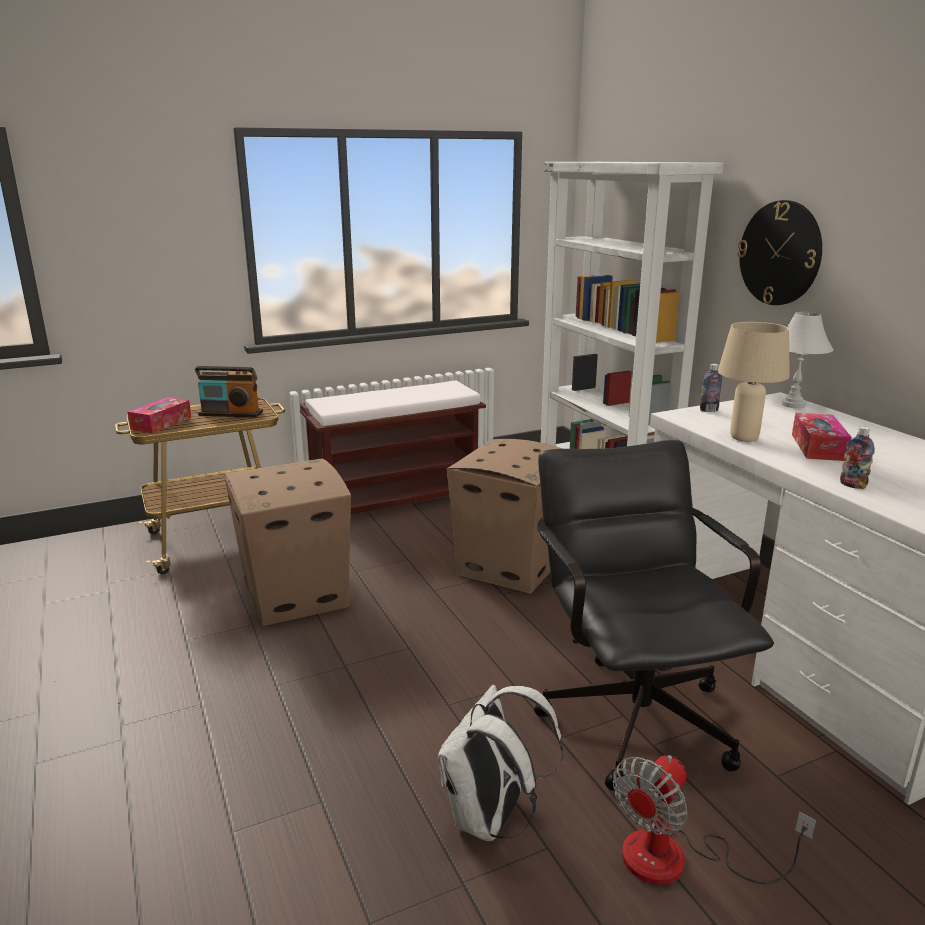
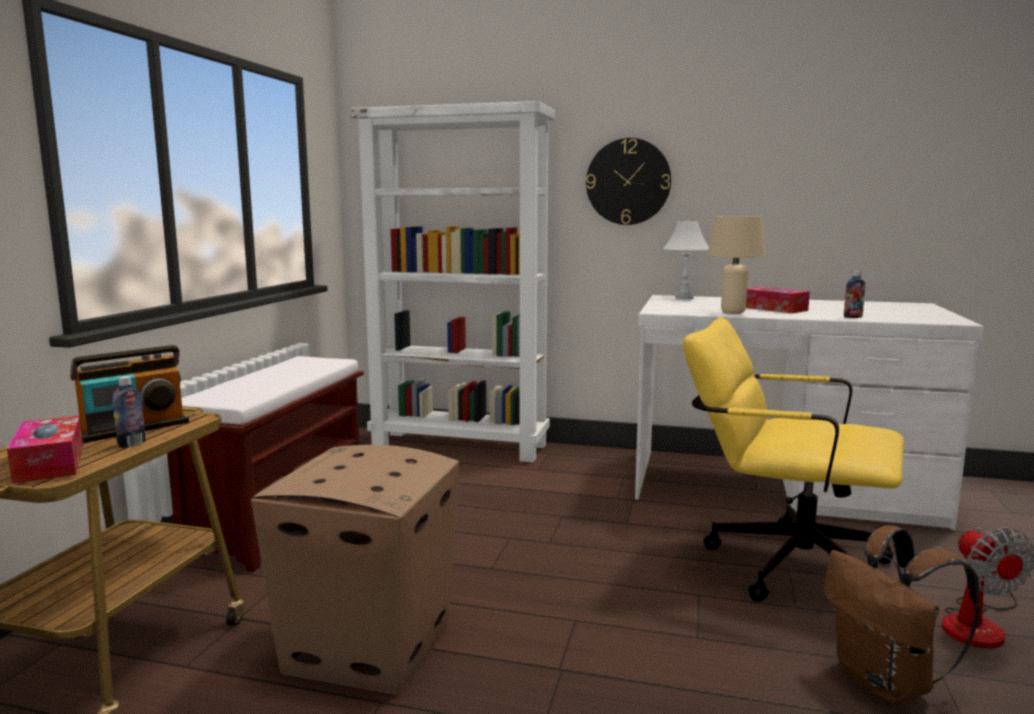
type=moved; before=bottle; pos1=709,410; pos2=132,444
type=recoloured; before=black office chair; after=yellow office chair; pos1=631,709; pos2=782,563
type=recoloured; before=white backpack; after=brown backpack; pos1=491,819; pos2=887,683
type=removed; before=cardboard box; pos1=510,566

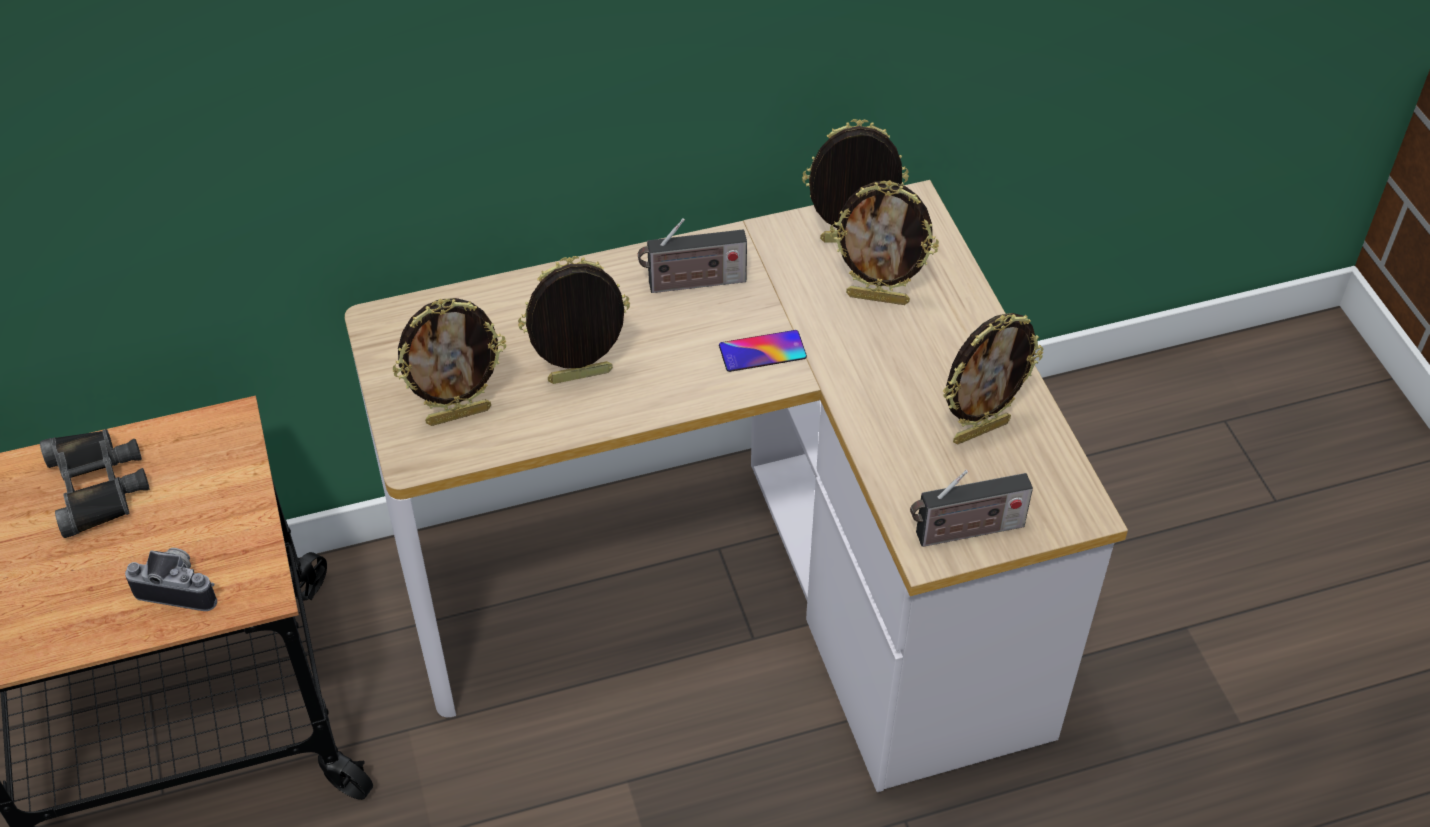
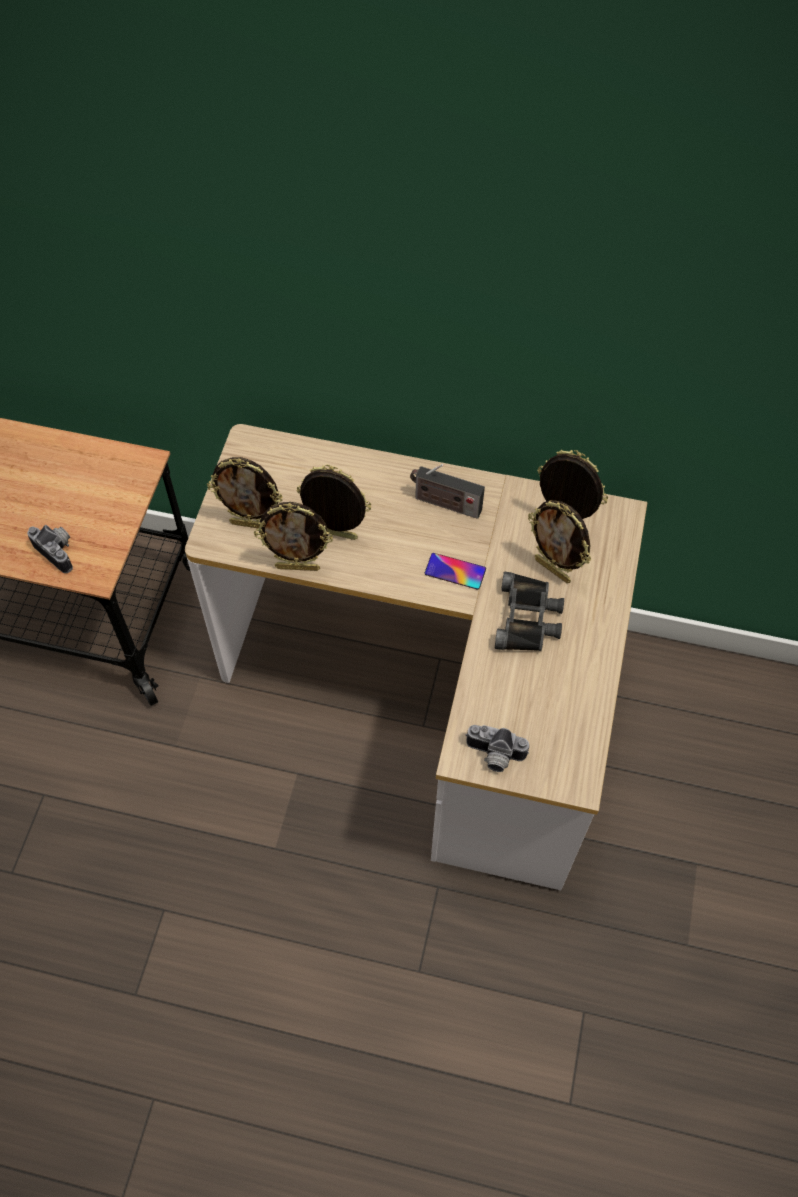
type=moved; before=picture frame; pos1=980,430; pos2=298,567
type=replaced; before=radio; after=photo camera; pos1=965,532; pos2=494,756
type=moved; before=black binoculars; pos1=98,485; pos2=528,618

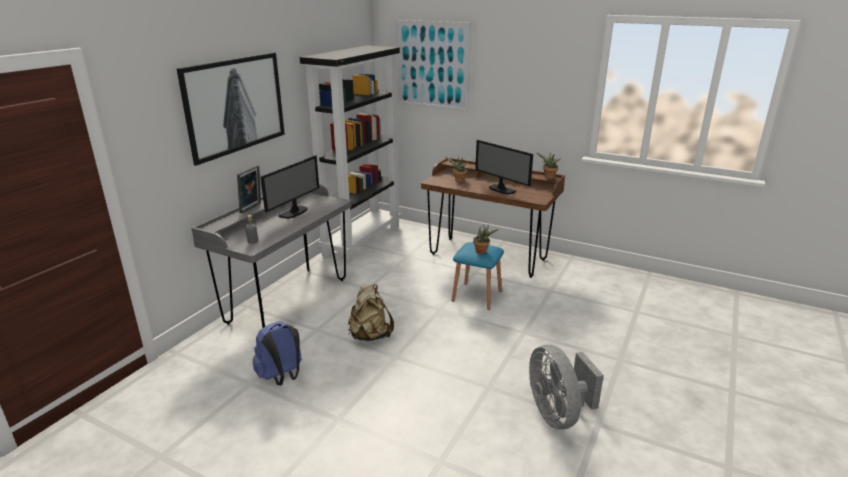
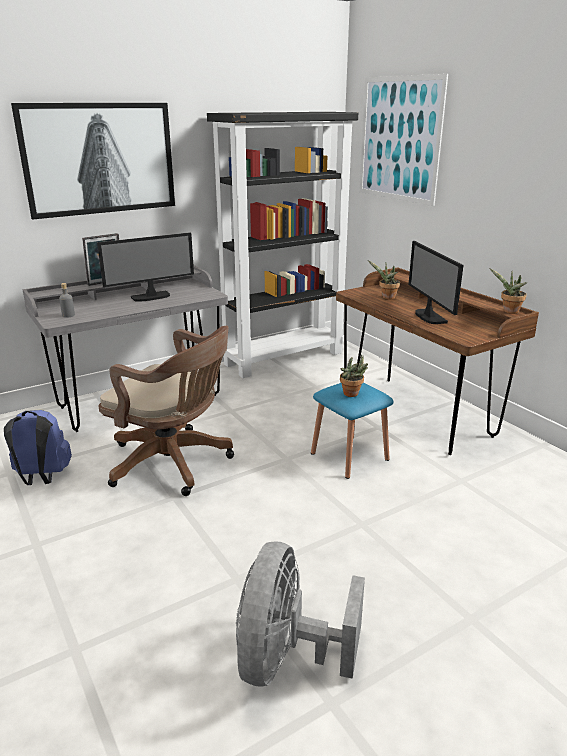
type=replaced; before=beige backpack; after=brown office chair; pos1=370,335; pos2=175,463

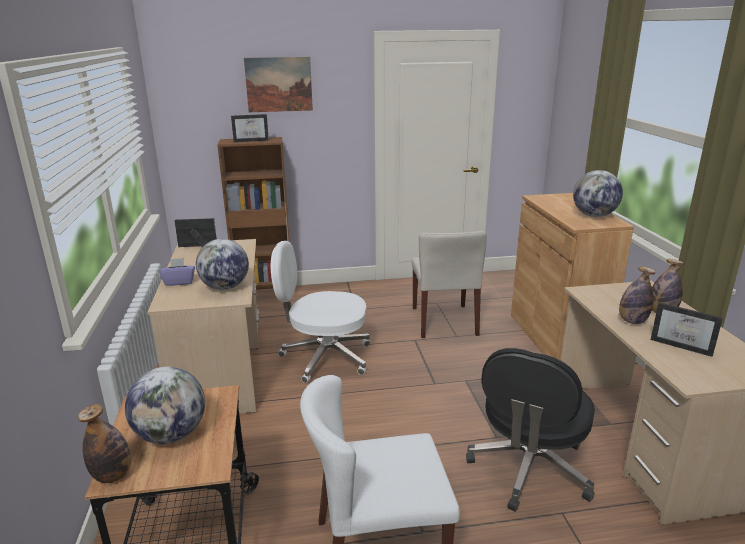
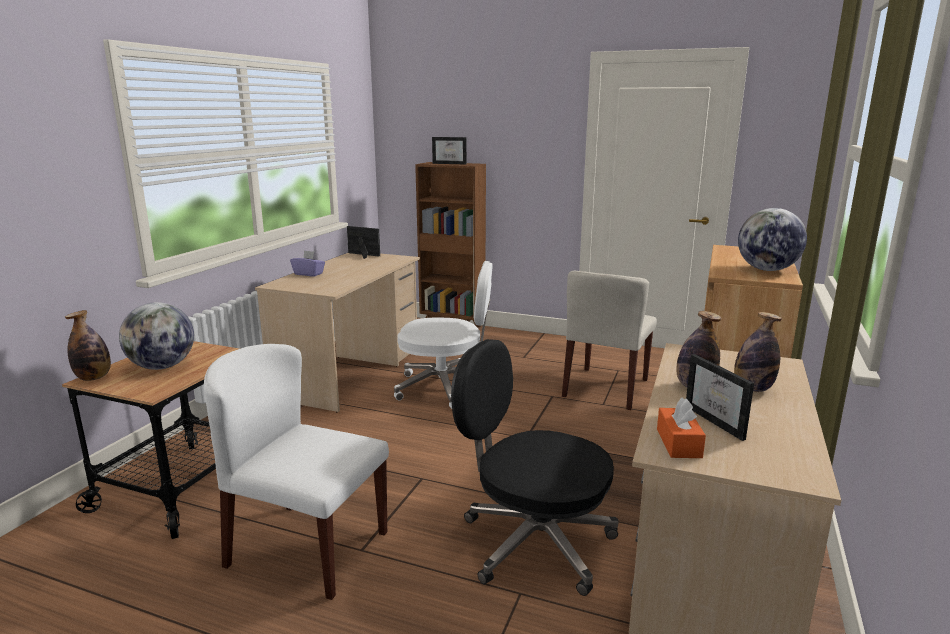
type=turned; before=white office chair; pos1=324,357; pos2=446,388; turn=150
type=turned; before=black office chair; pos1=529,469; pos2=534,542; turn=60
type=added; after=orange tissue box; pos2=678,443
type=removed; before=globe; pos1=225,287
type=removed; before=picture; pos1=279,84

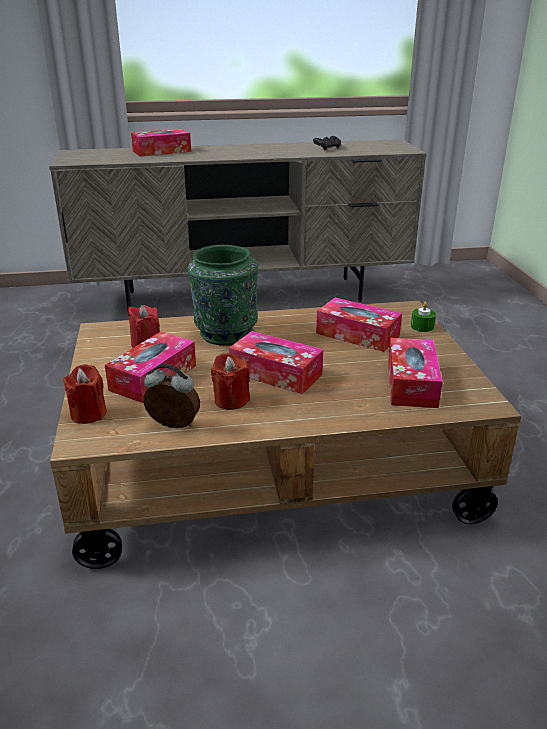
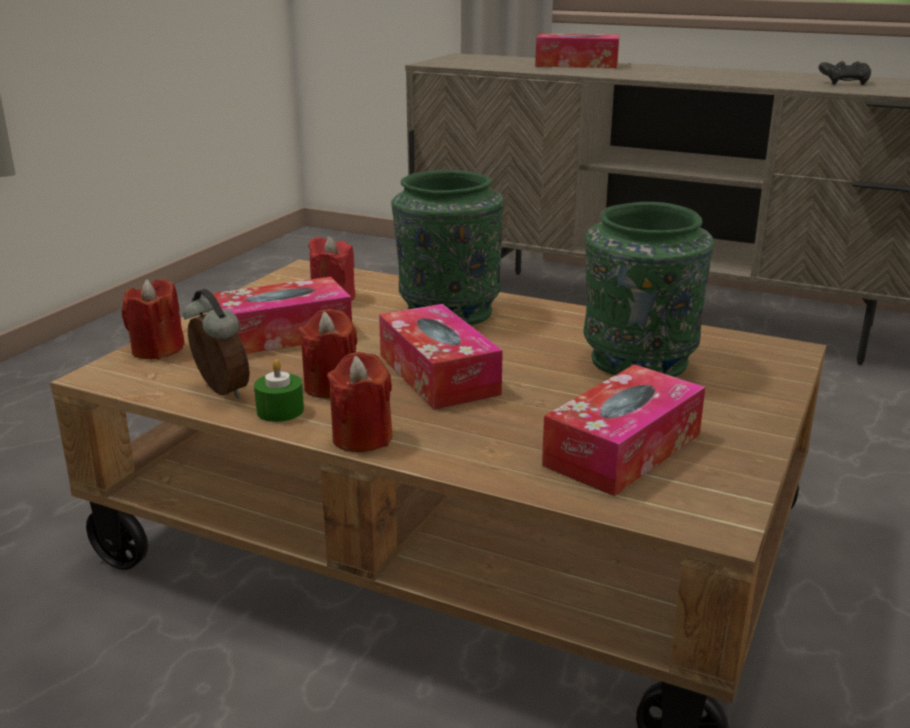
type=moved; before=green candle; pos1=422,326; pos2=280,410
type=added; after=red candle; pos2=362,438
type=replaced; before=tissue box; after=green vase; pos1=357,335; pos2=638,362

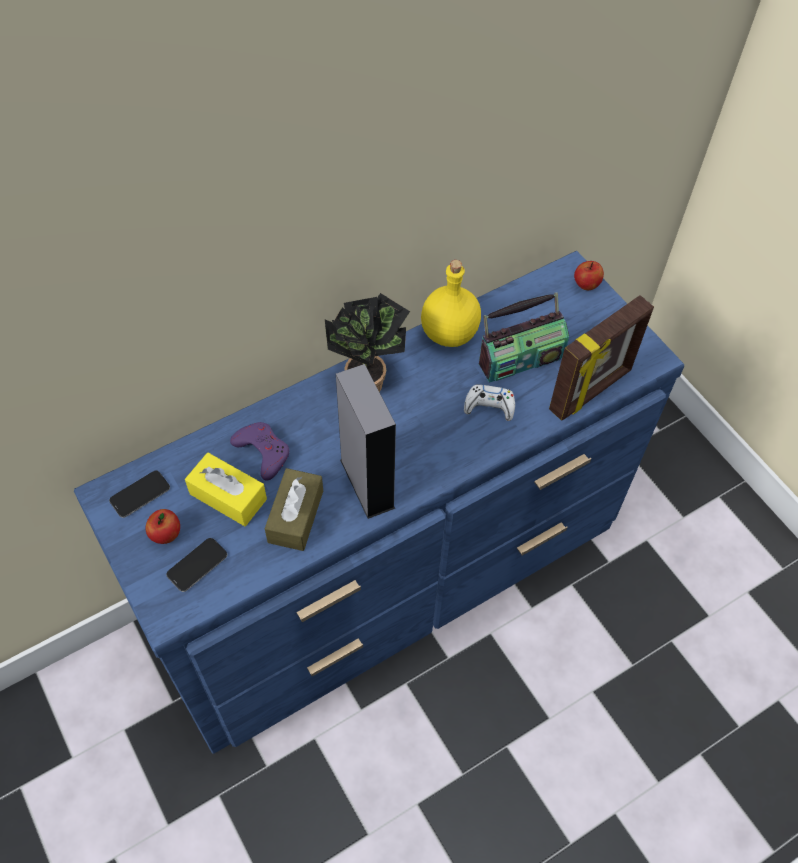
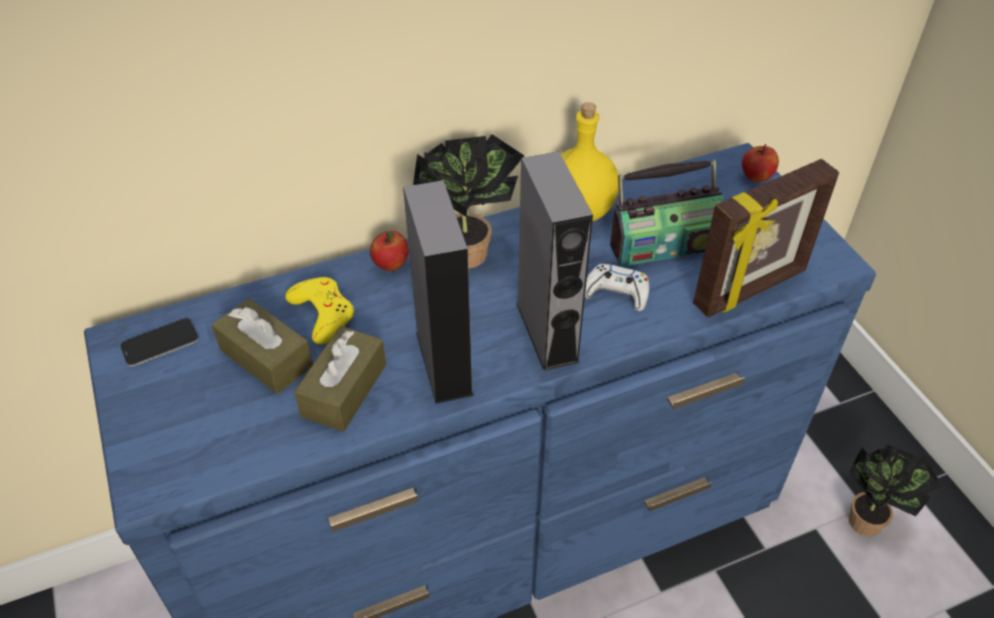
type=recoloured; before=yellow tissue box; after=brown tissue box; pos1=228,496; pos2=266,357
type=recoloured; before=purple game controller; after=yellow game controller; pos1=263,452; pos2=322,313
type=moved; before=apple; pos1=166,535; pos2=390,265
type=added; after=grey speaker; pos2=547,332
type=added; after=potted plant; pos2=869,519
type=removed; before=phone; pos1=197,565

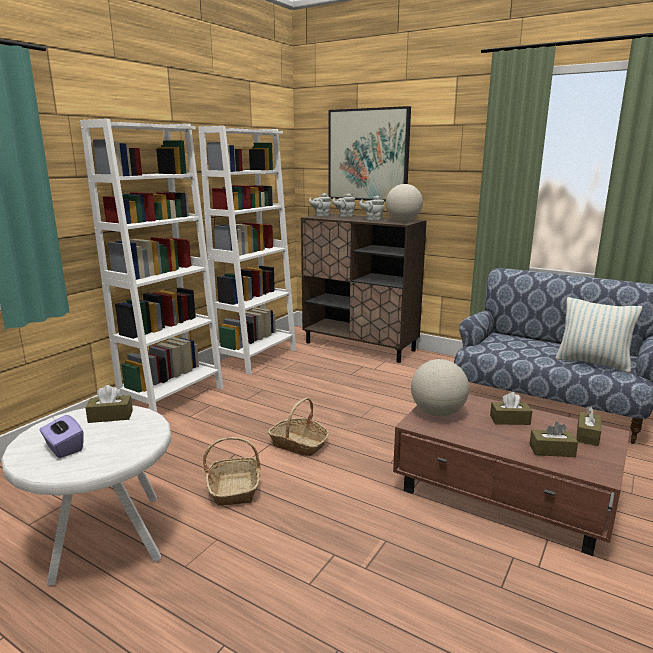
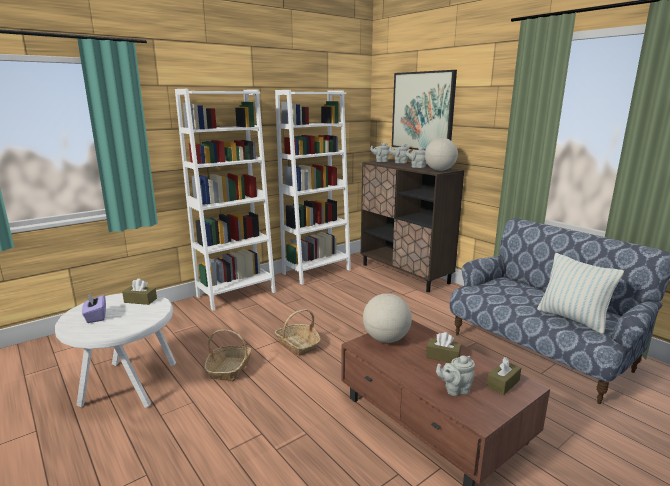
type=replaced; before=brown tissue box; after=grey teapot; pos1=552,450; pos2=455,390

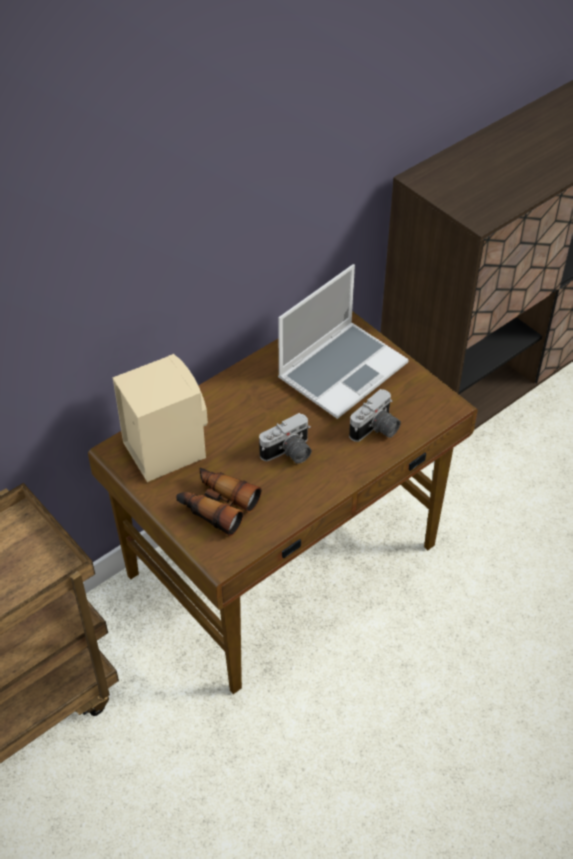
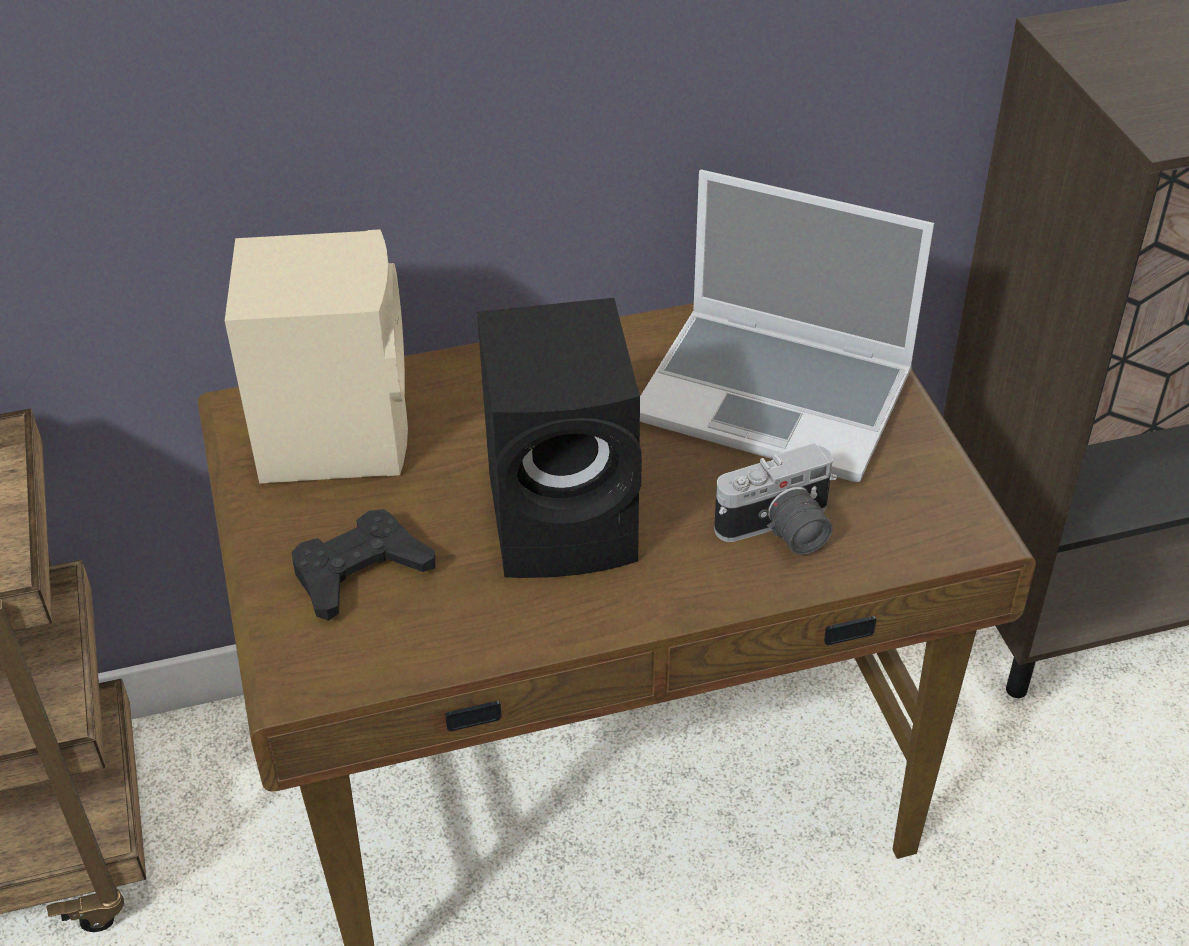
type=replaced; before=binoculars; after=black game controller; pos1=217,505; pos2=360,572
type=replaced; before=photo camera; after=black speaker; pos1=289,453; pos2=568,520
type=turned; before=laptop; pos1=342,370; pos2=778,396; turn=45

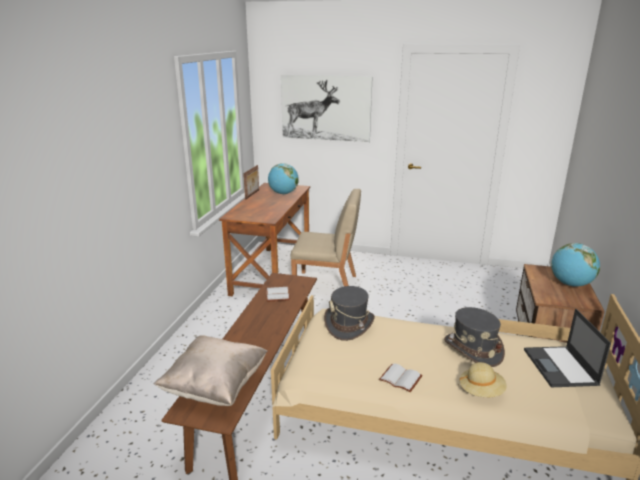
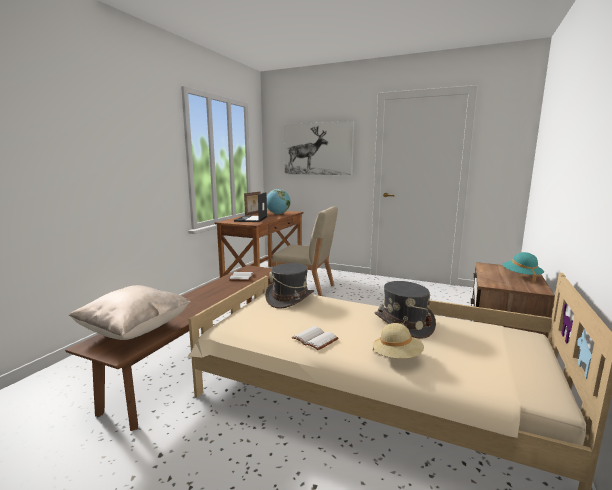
type=moved; before=laptop; pos1=560,367; pos2=251,219
type=replaced; before=globe; after=turquoise hat; pos1=570,284; pos2=521,276

